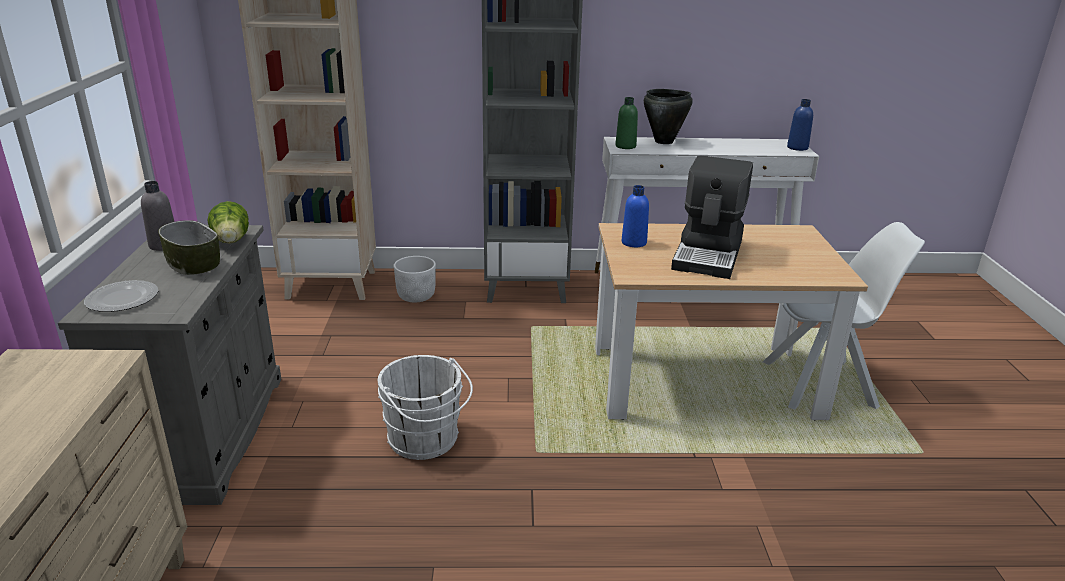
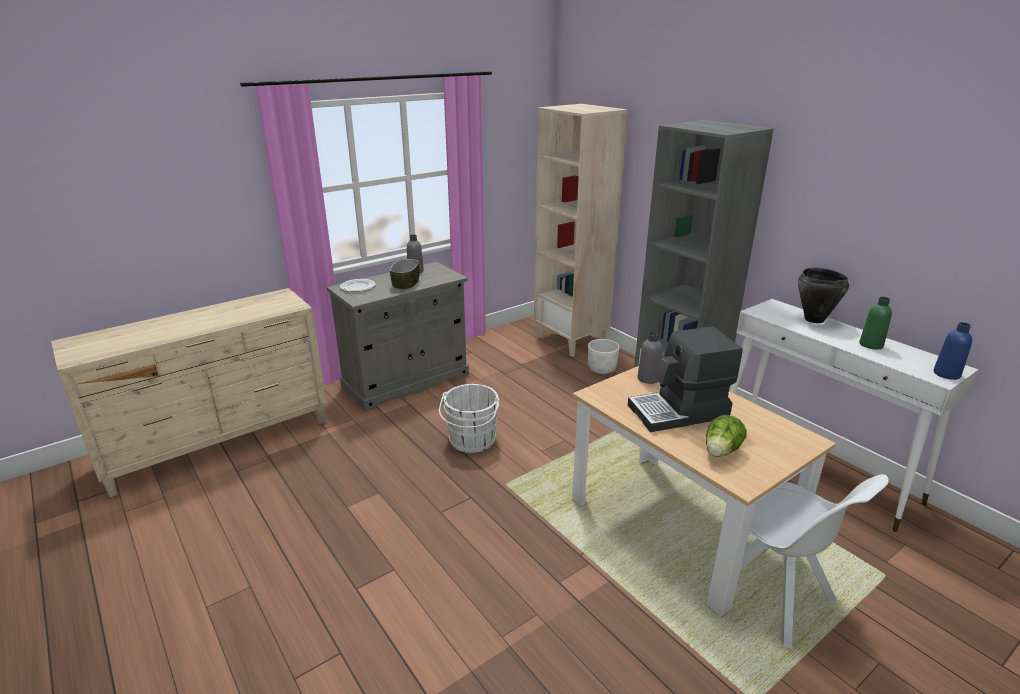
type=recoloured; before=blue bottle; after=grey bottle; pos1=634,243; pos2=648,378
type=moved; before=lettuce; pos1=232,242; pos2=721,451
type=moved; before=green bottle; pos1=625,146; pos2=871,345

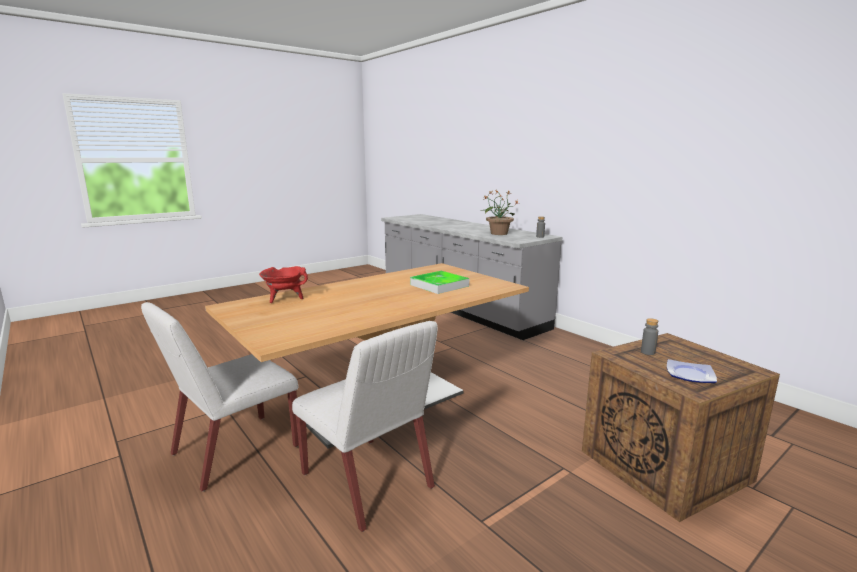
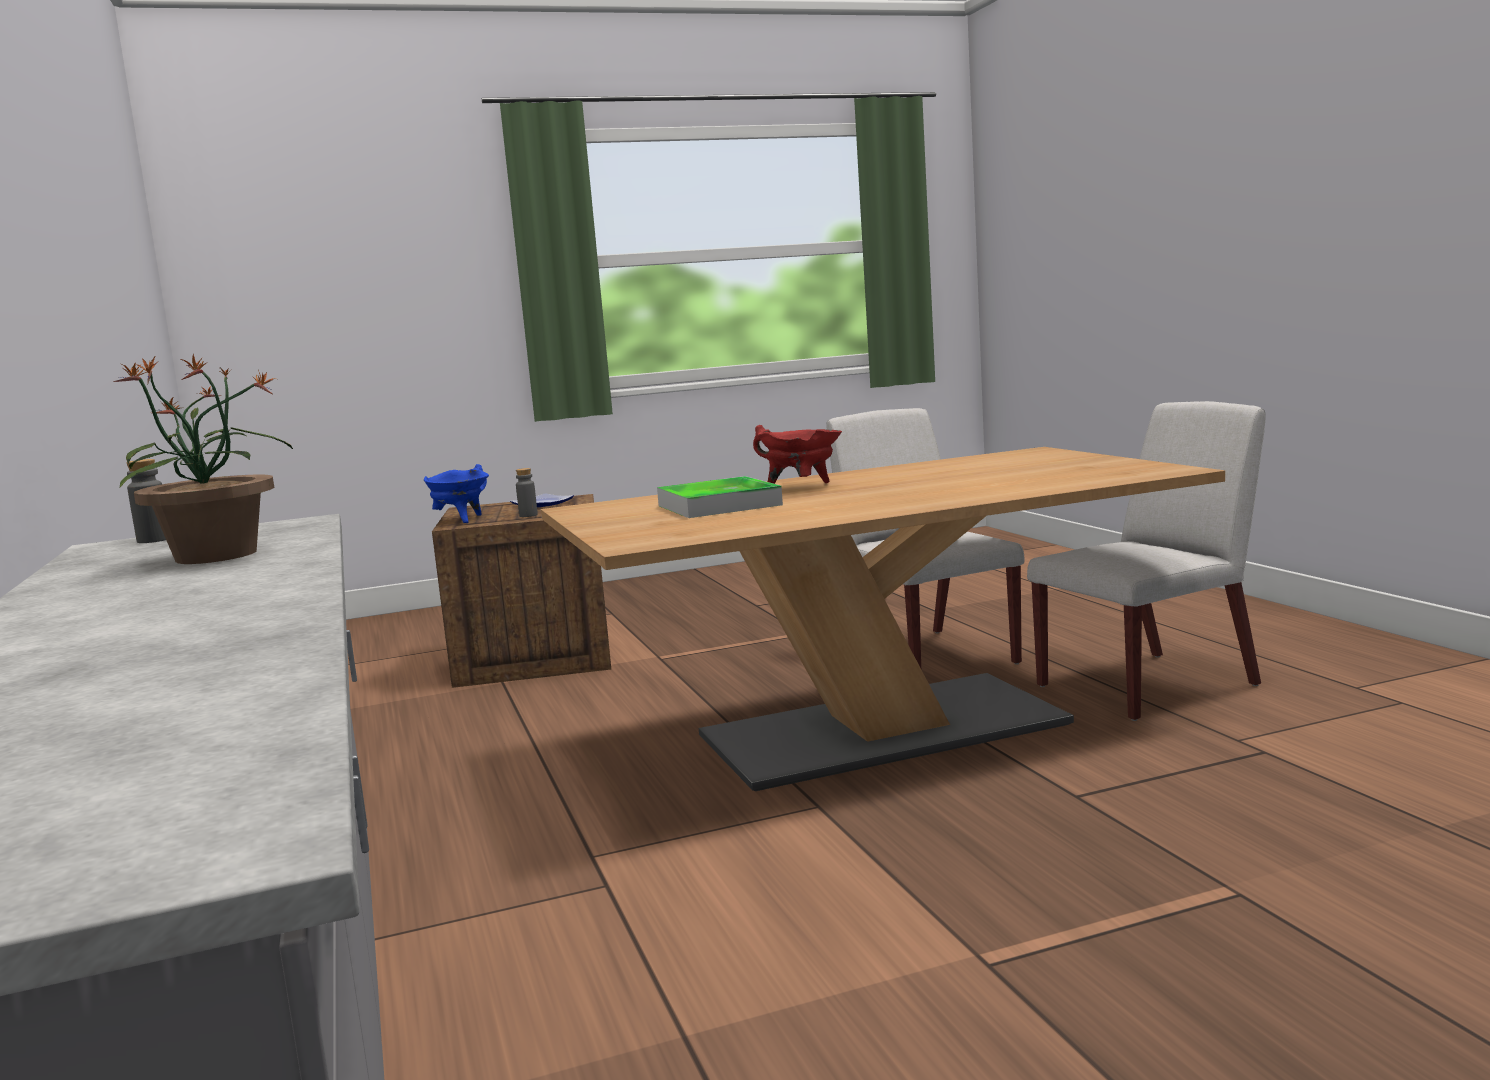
type=added; after=blue cooking pot; pos2=461,520
type=moved; before=red cooking pot; pos1=284,299; pos2=802,488

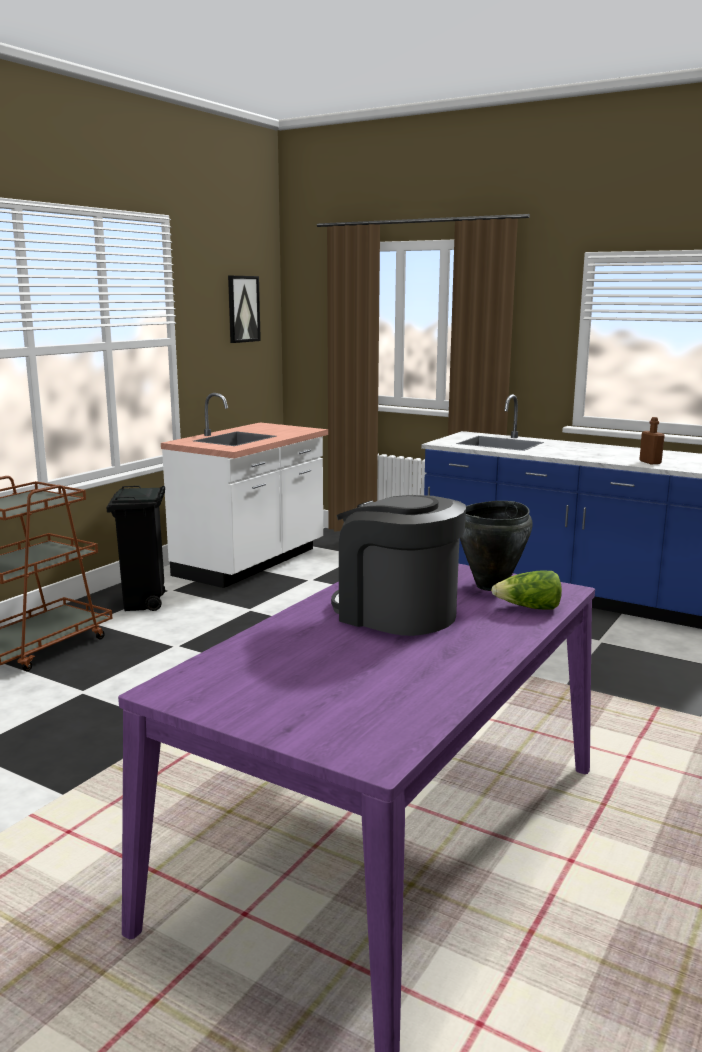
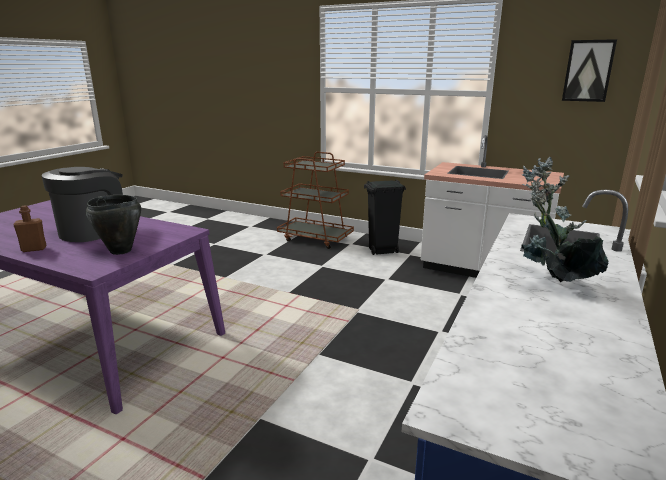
type=moved; before=brown bottle; pos1=650,462; pos2=34,249
type=added; after=potted plant; pos2=550,282
type=removed; before=lettuce; pos1=529,608

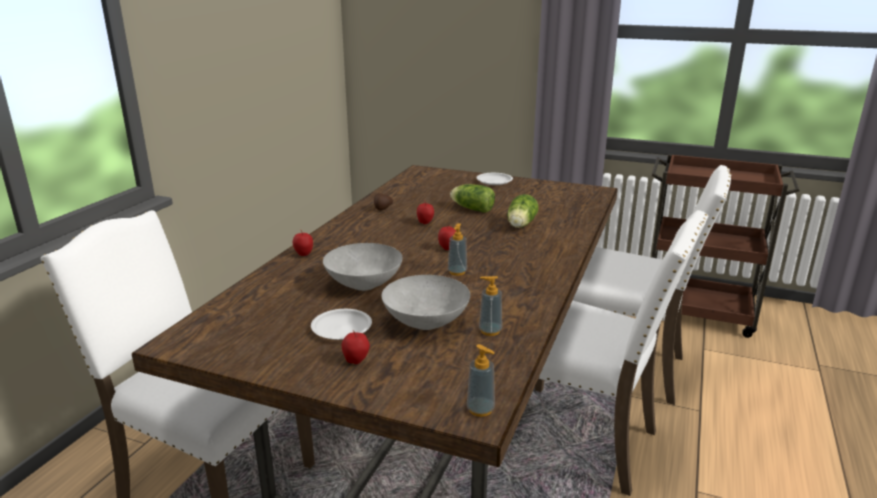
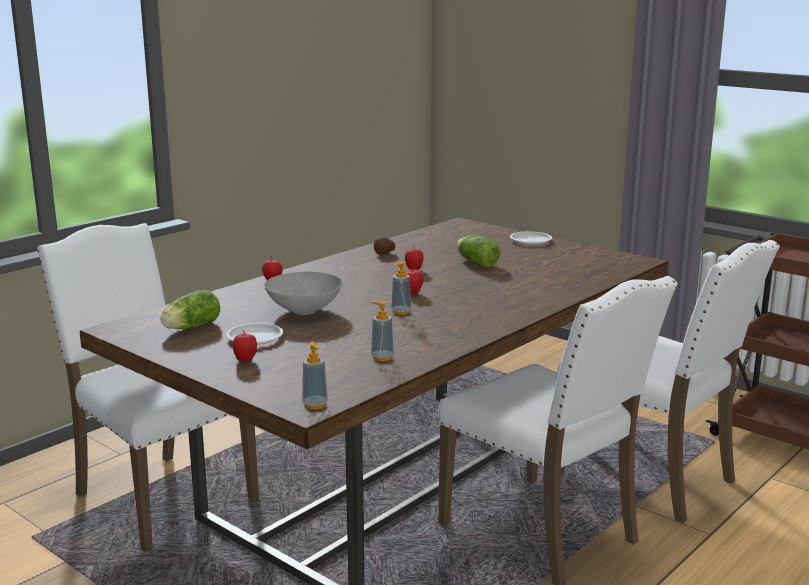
type=moved; before=lettuce; pos1=520,225; pos2=190,327
type=removed; before=grey bowl; pos1=427,324

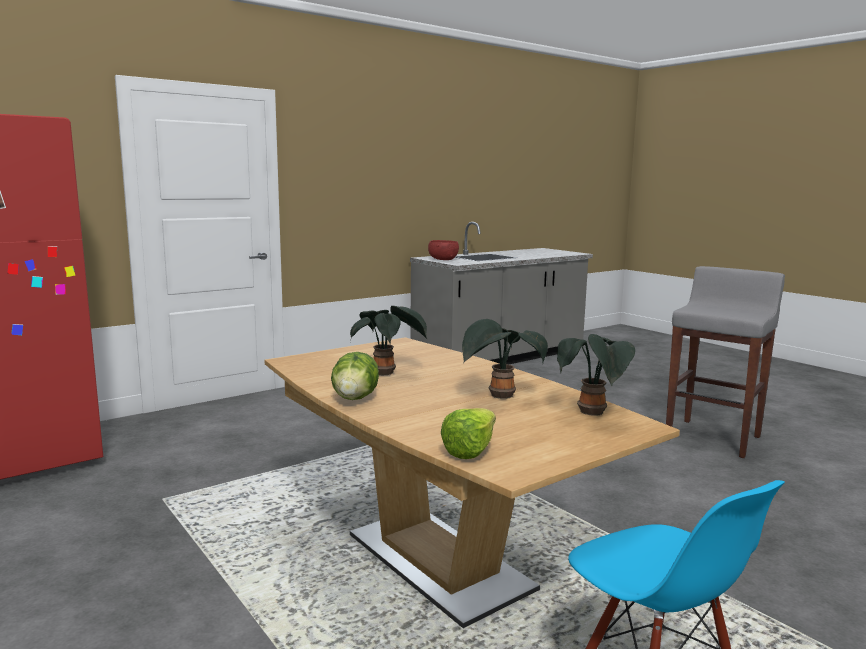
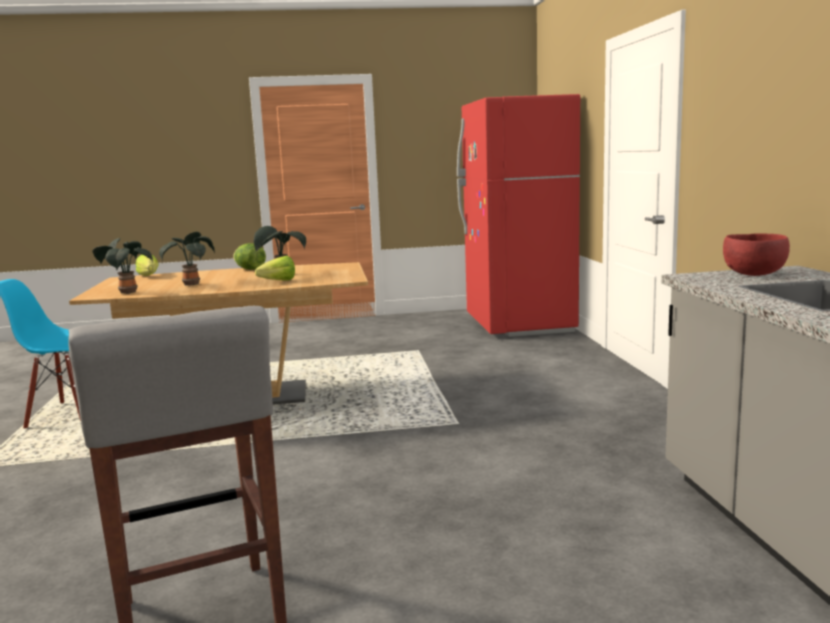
type=added; after=lettuce; pos2=275,282

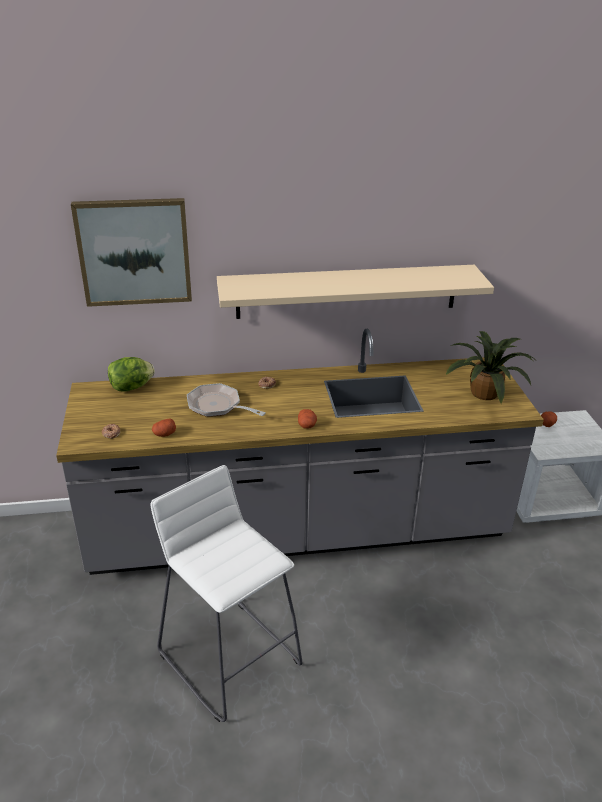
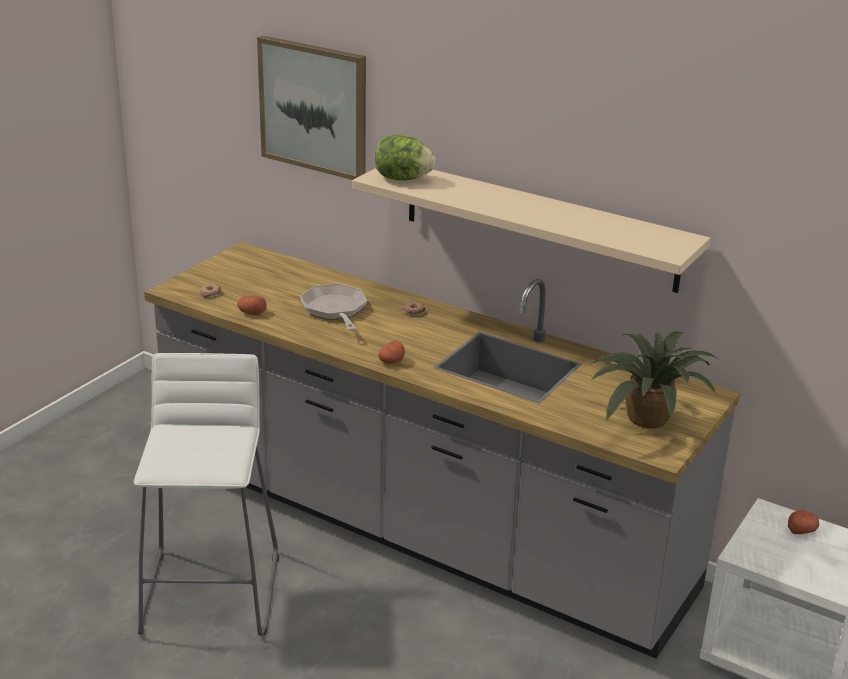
type=moved; before=lettuce; pos1=131,387; pos2=402,179

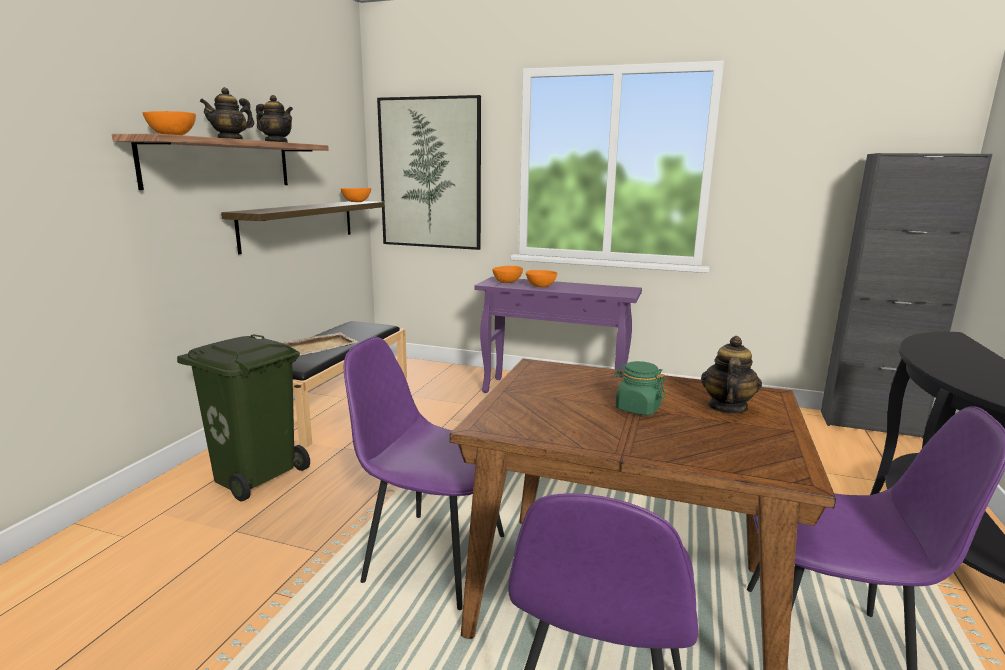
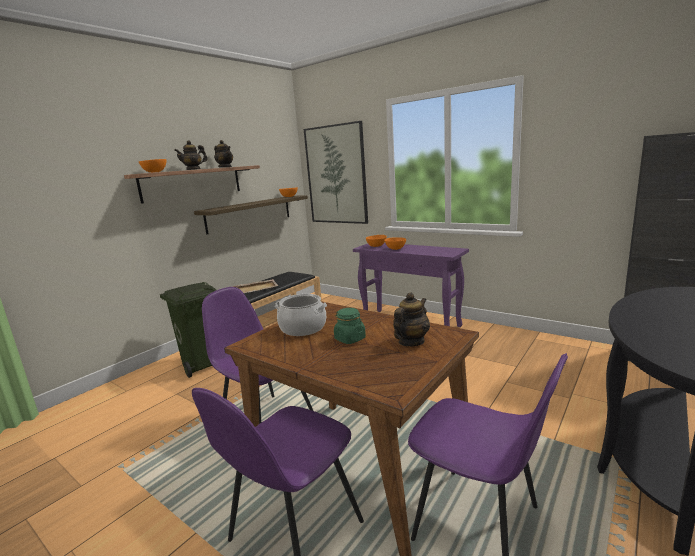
type=added; after=cooking pot; pos2=302,328

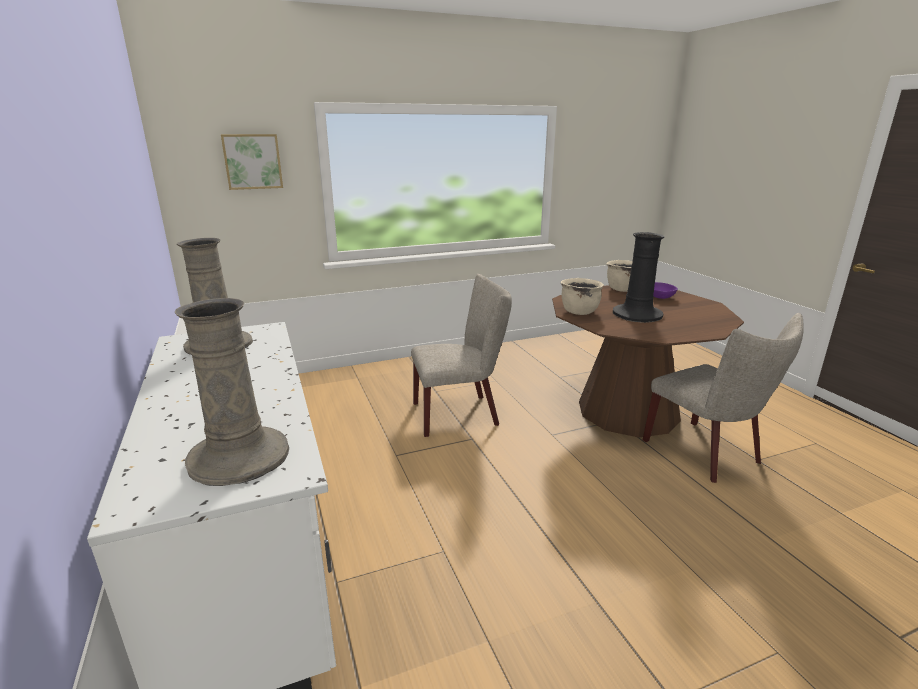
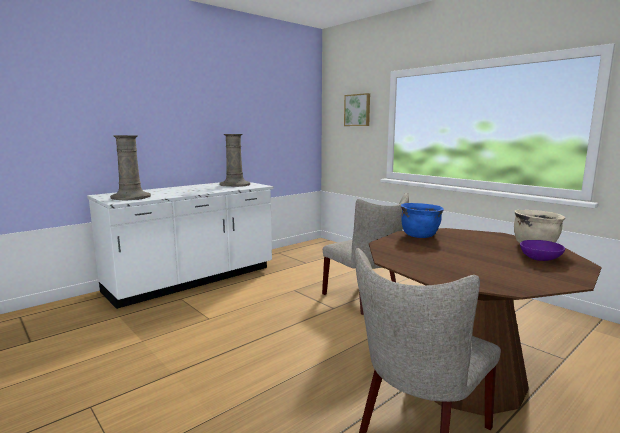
type=recoloured; before=beige cooking pot; after=blue cooking pot; pos1=579,311; pos2=420,235
type=removed; before=black vase; pos1=637,314

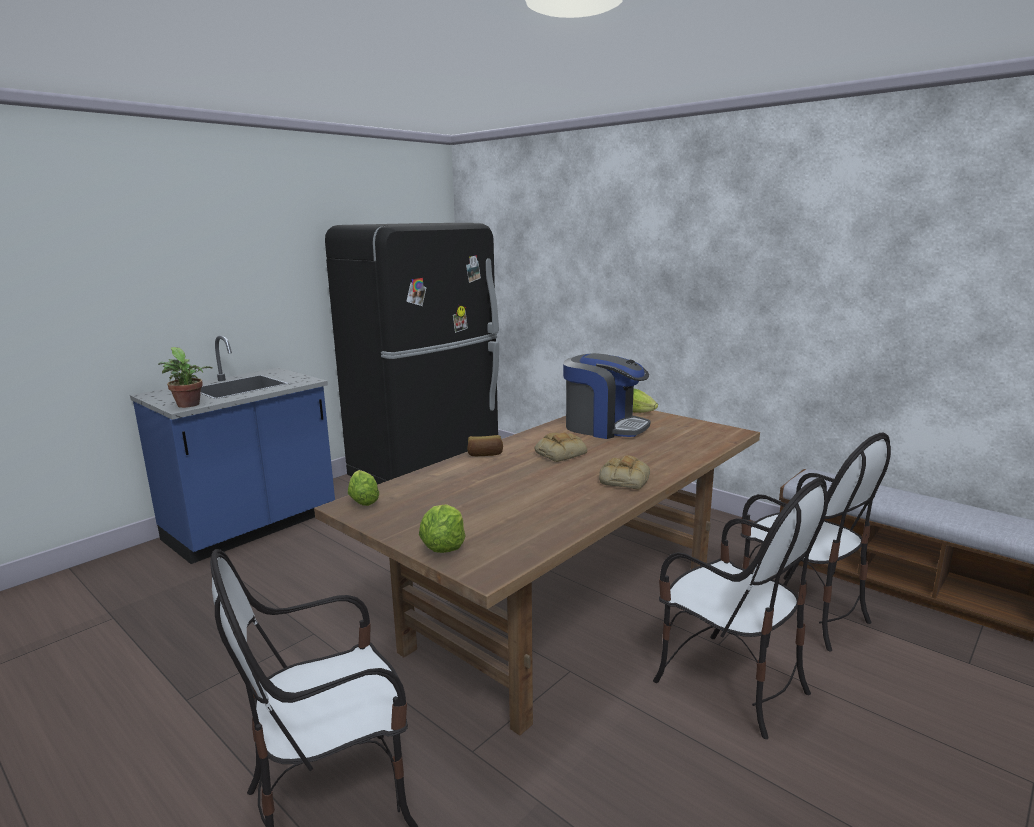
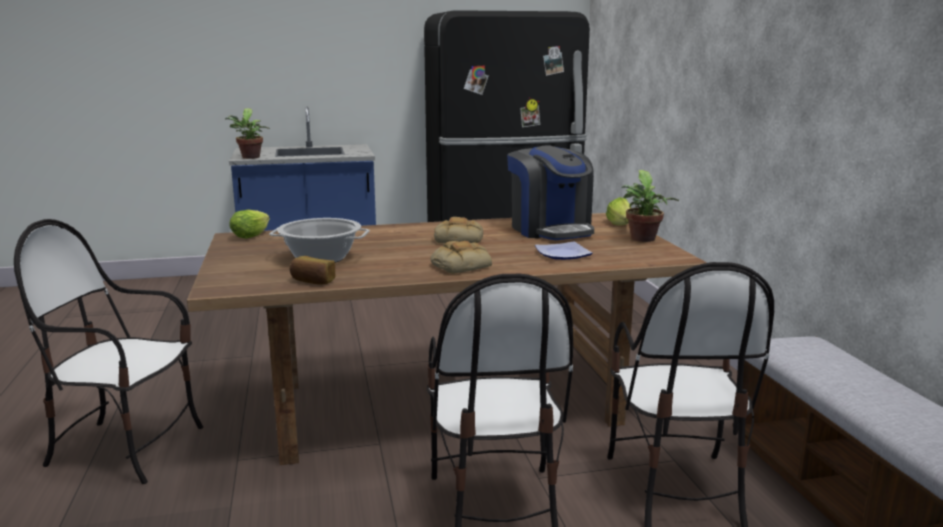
type=added; after=cooking pot; pos2=322,258
type=moved; before=bread; pos1=485,454; pos2=312,281
type=added; after=plate; pos2=562,255
type=added; after=potted plant; pos2=643,240
type=removed; before=lettuce; pos1=443,547

